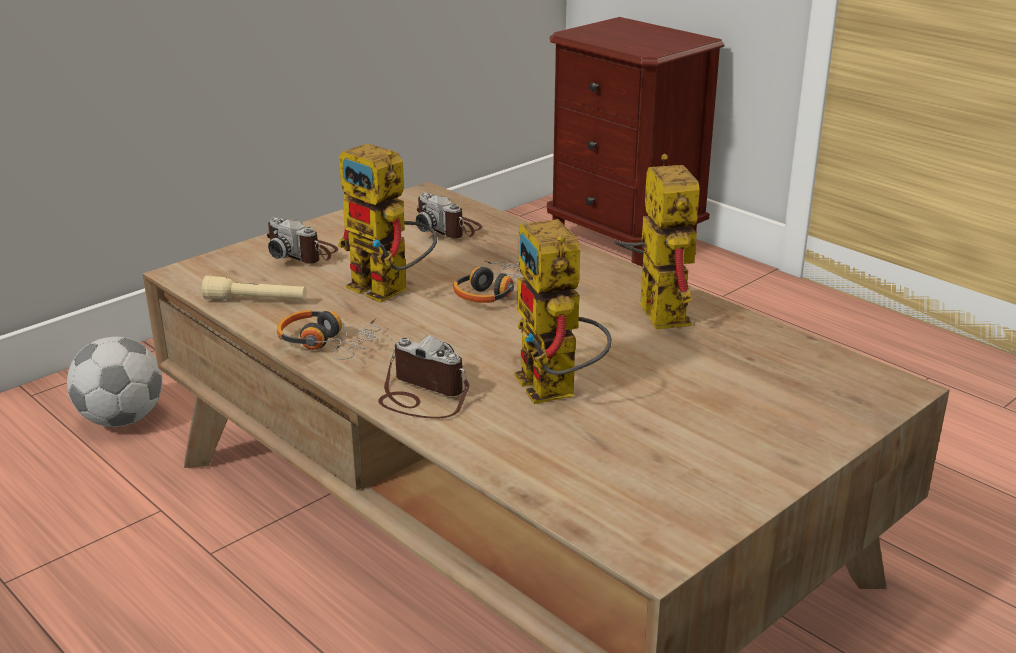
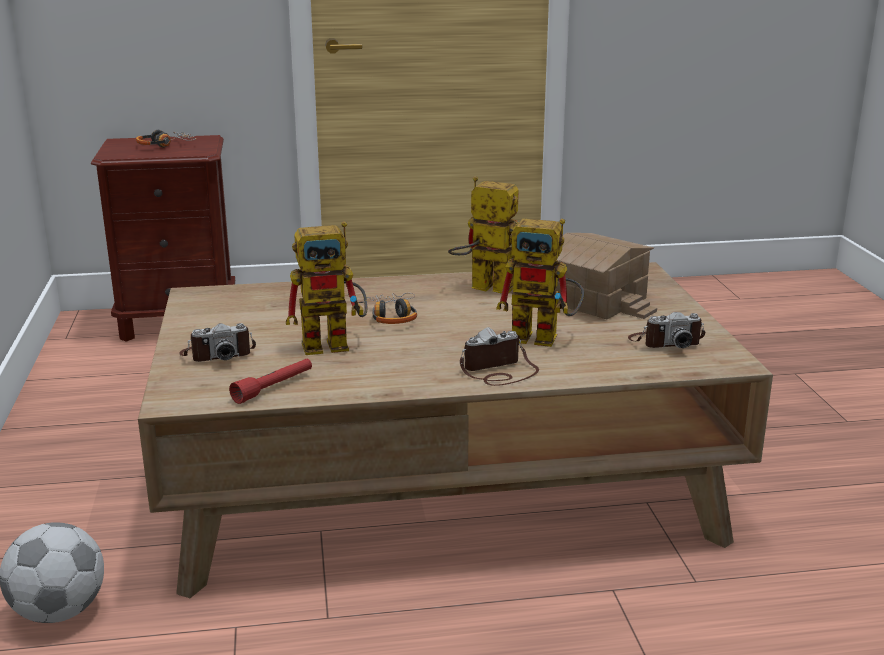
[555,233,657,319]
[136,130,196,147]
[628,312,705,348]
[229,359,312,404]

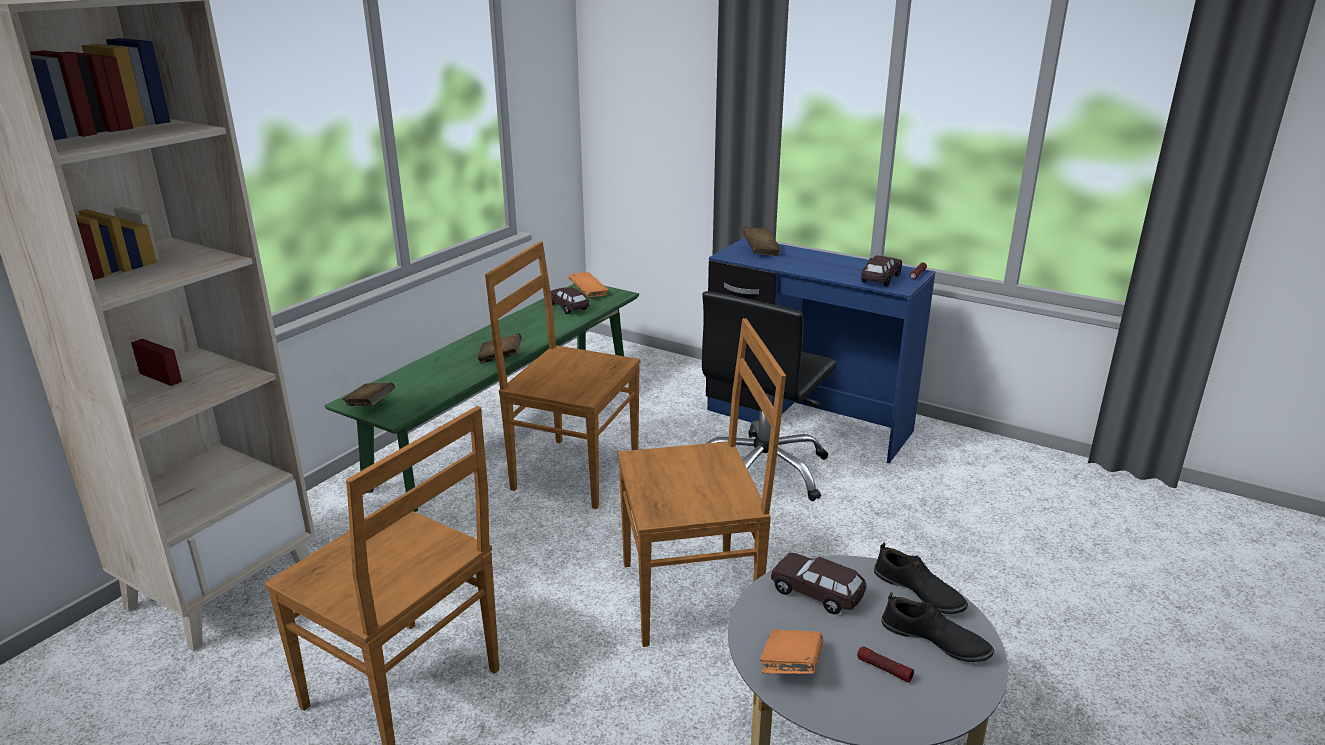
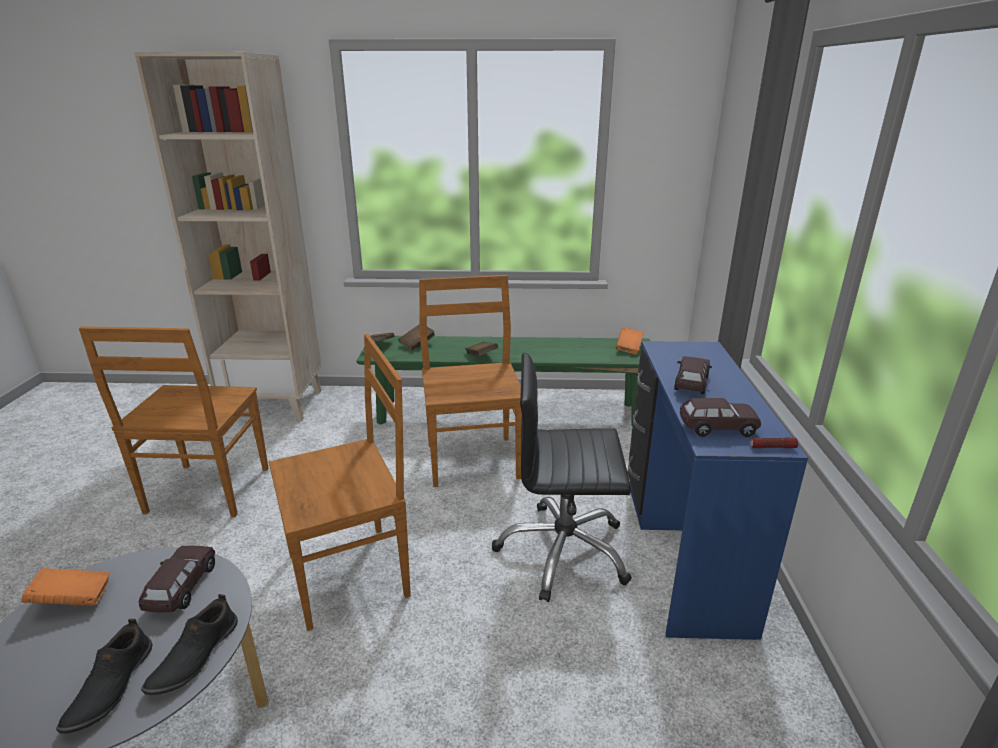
[857,646,914,683] (first image)
[674,356,712,394]
[398,324,435,351]
[269,334,411,631]

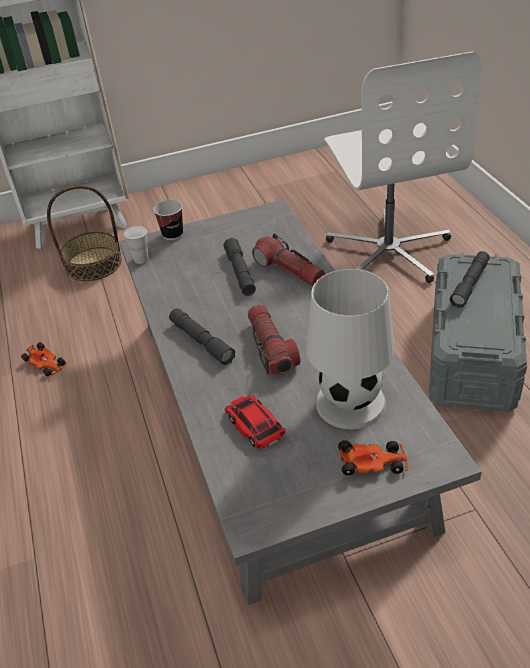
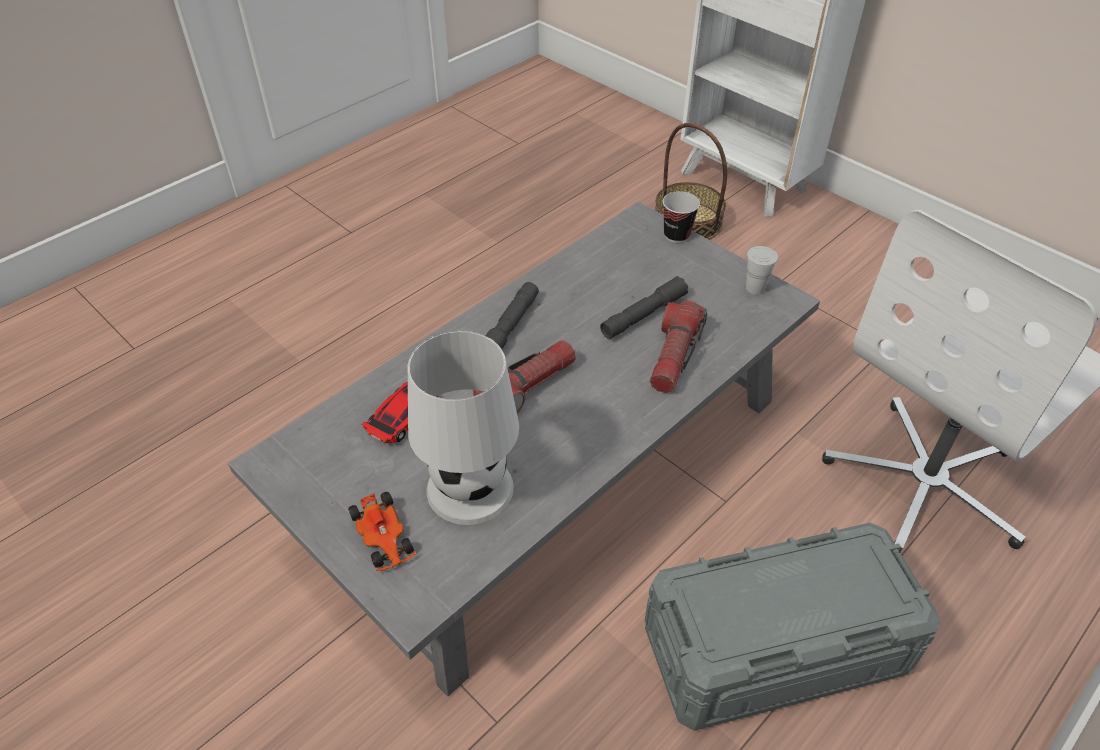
[21,342,67,377] (first image)
[450,251,490,308] (first image)
[746,246,778,295]

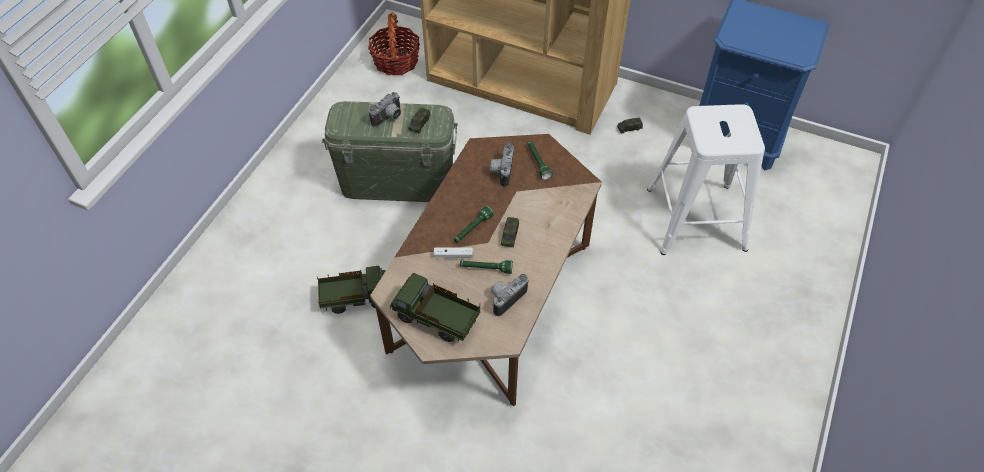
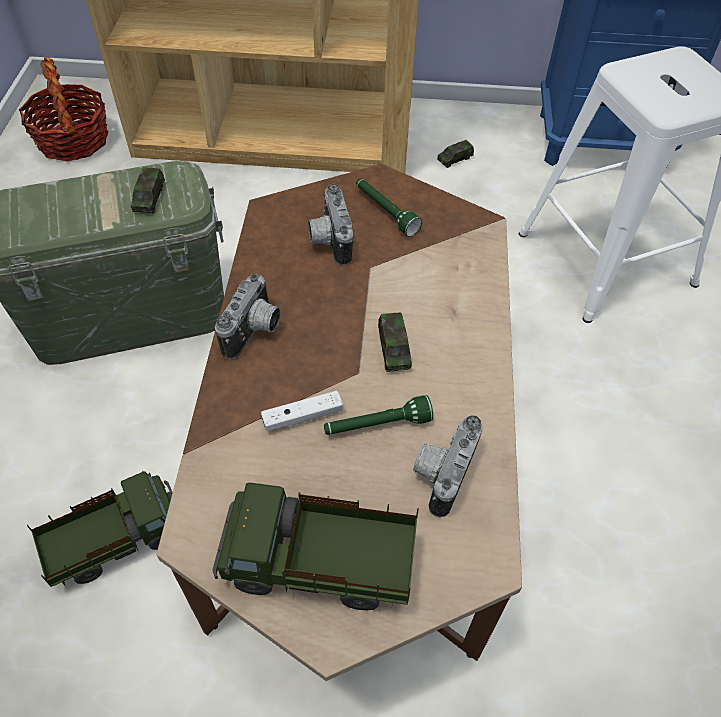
[454,206,494,243] (first image)
[215,274,281,360]

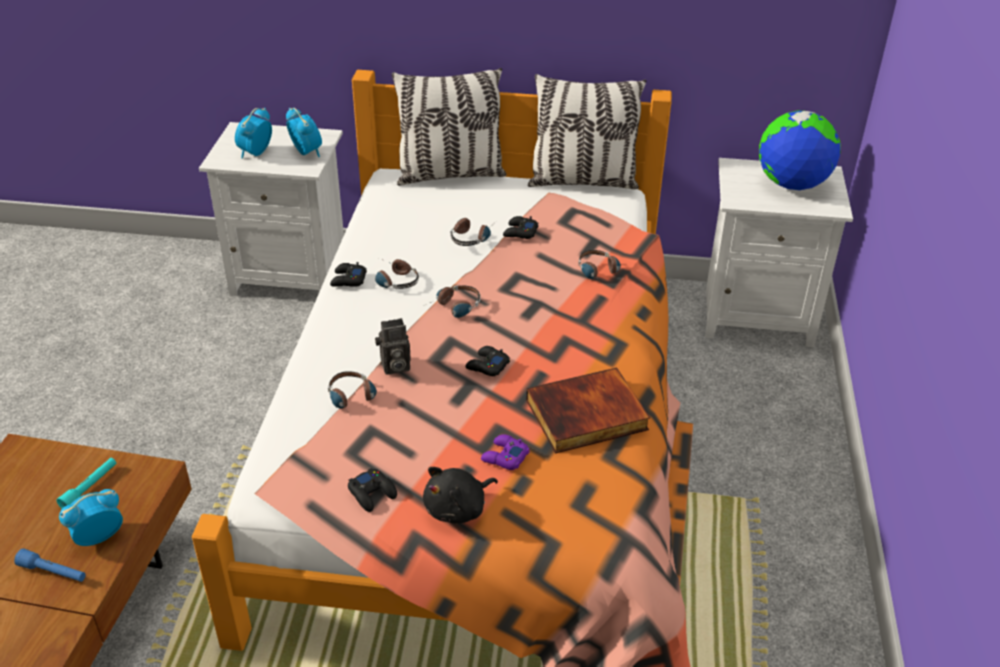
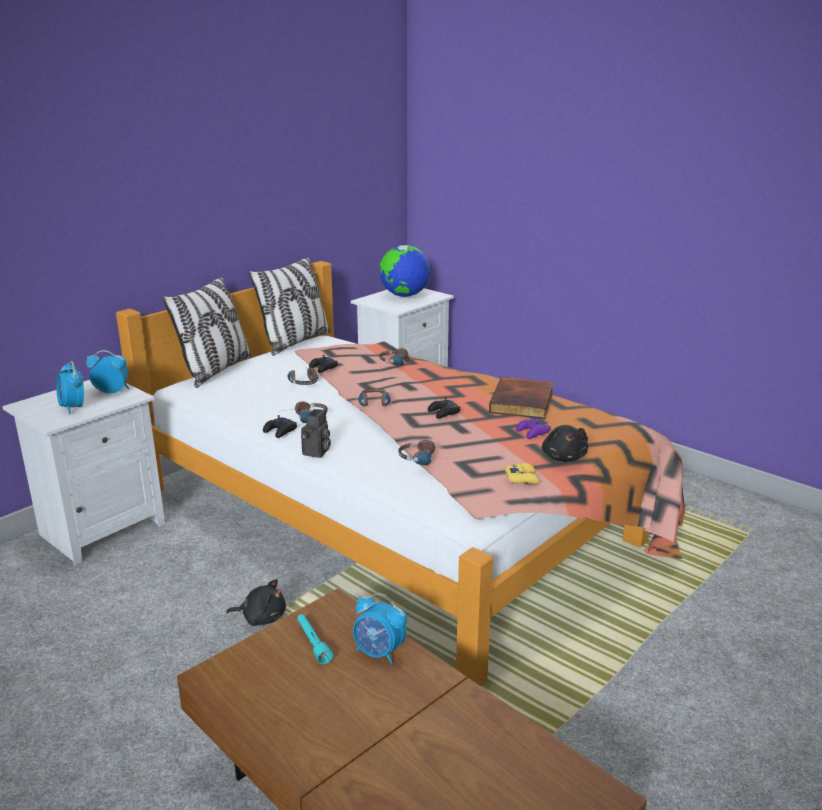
[14,549,86,582] (first image)
[226,579,286,626]
[301,409,331,458]
[505,463,540,484]
[353,593,407,664]

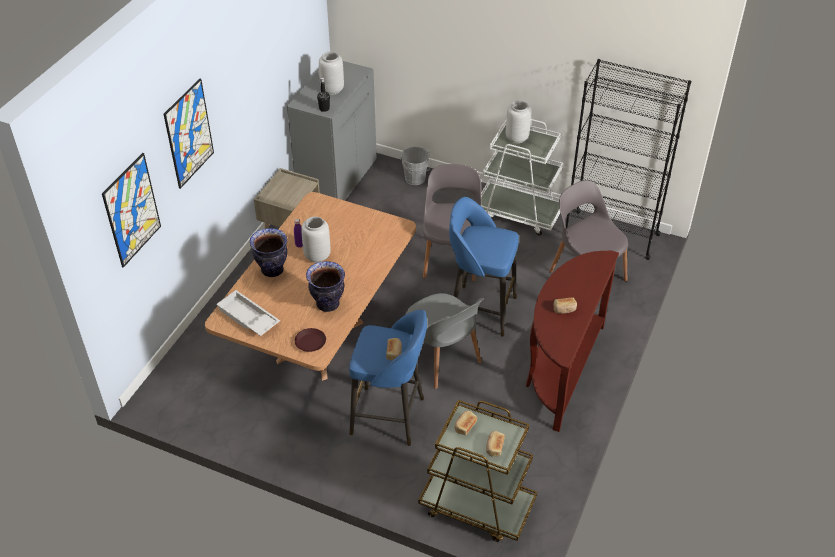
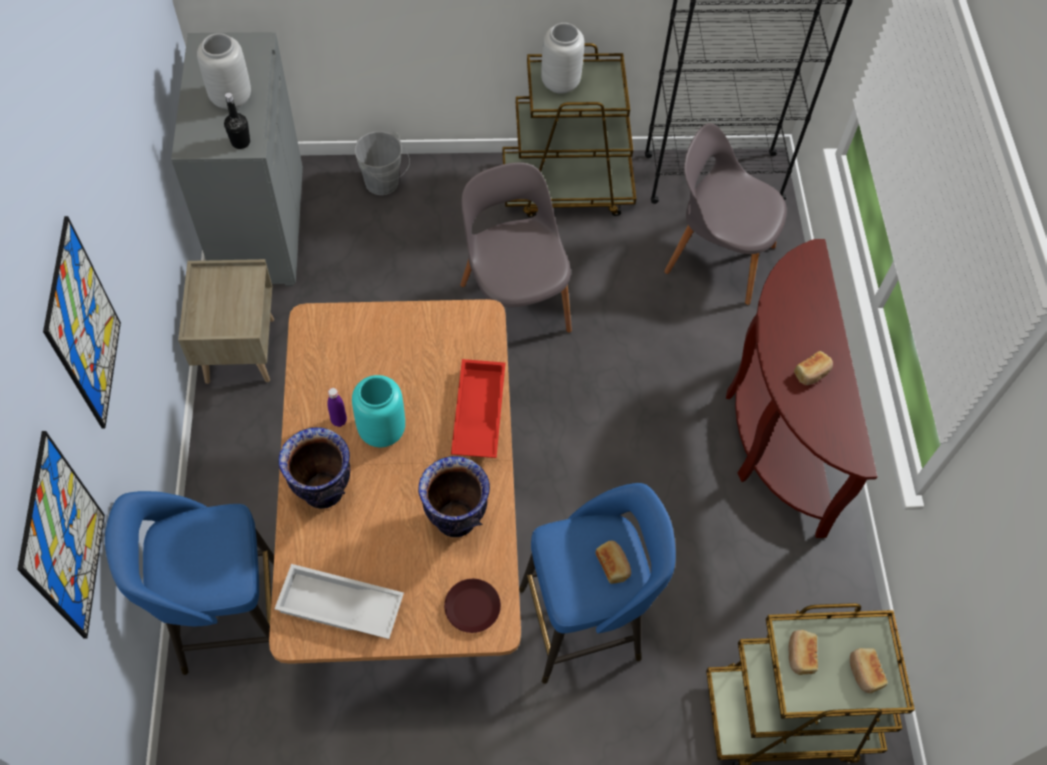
[405,293,484,389] (first image)
[451,359,505,458]
[105,491,274,675]
[352,375,405,447]
[502,43,636,218]

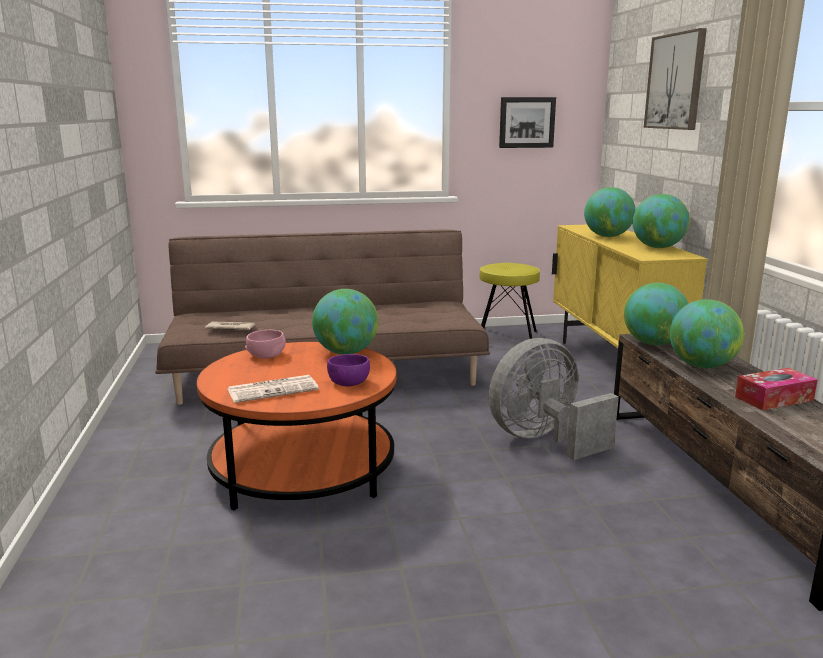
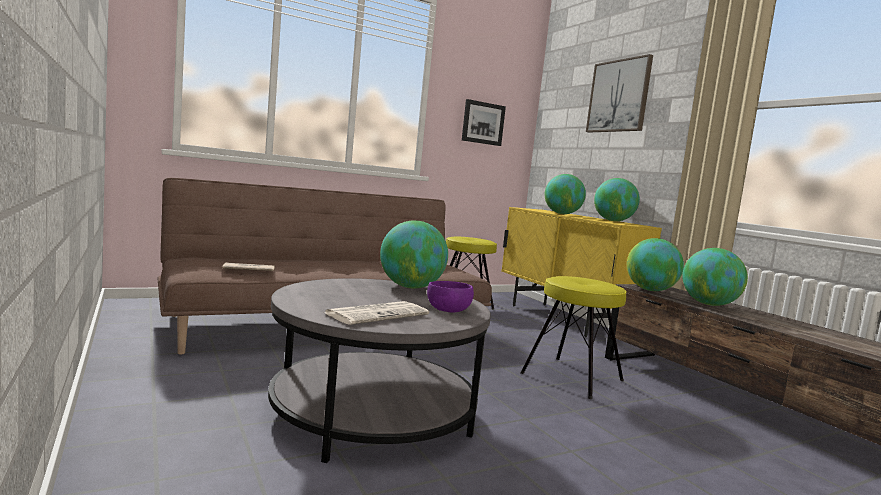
[245,330,286,359] (first image)
[735,368,818,410] (first image)
[520,276,627,399]
[268,278,491,463]

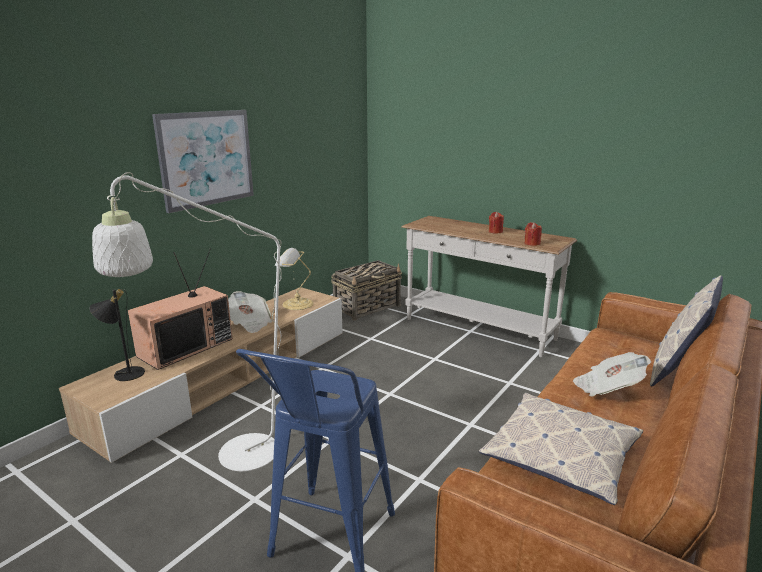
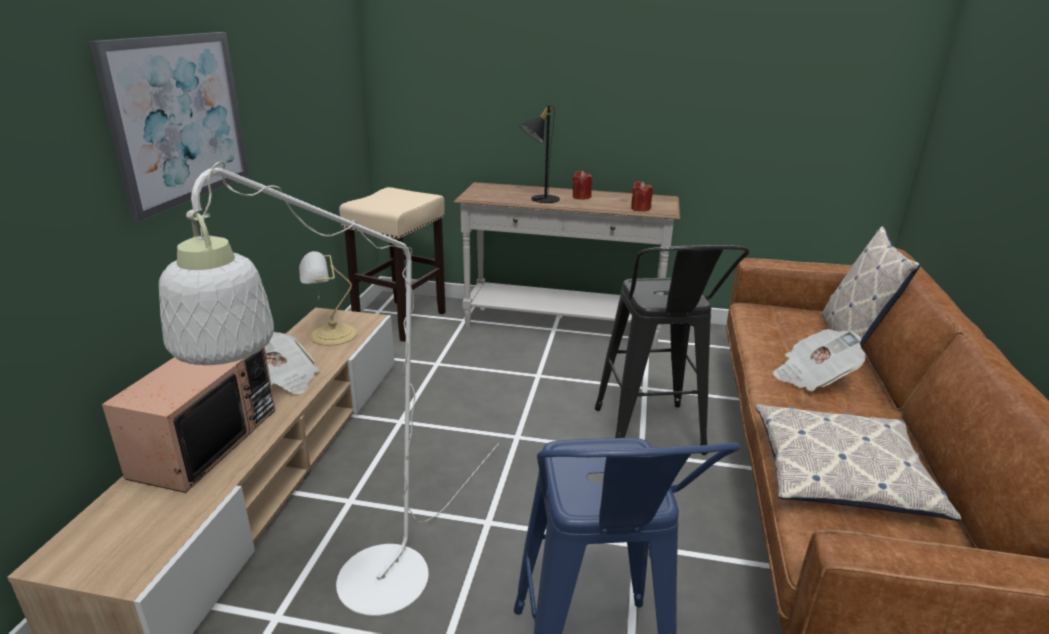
[595,245,750,455]
[520,105,560,203]
[339,187,446,342]

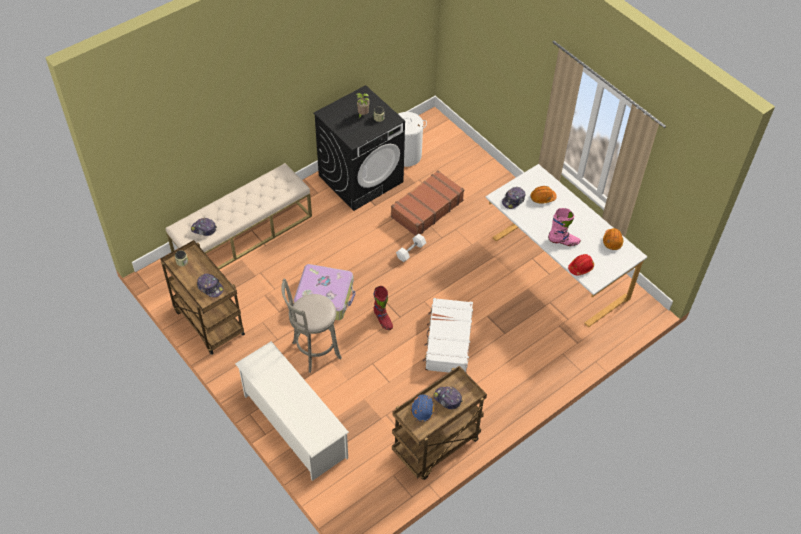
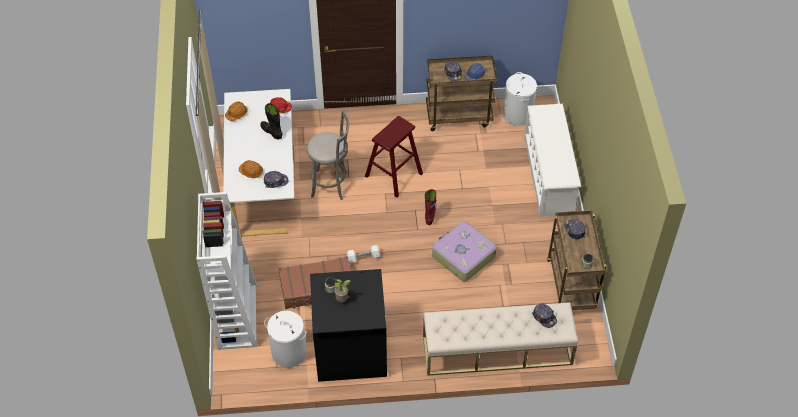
[196,192,258,350]
[503,72,537,126]
[307,110,350,200]
[365,116,423,198]
[260,103,283,139]

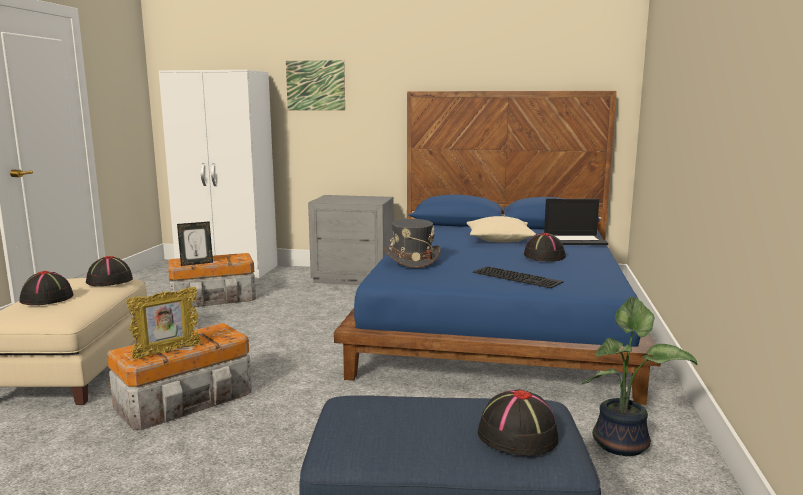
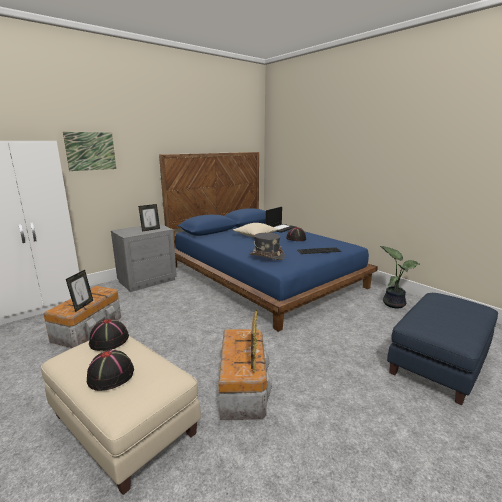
[478,389,559,456] (first image)
[138,204,160,232]

